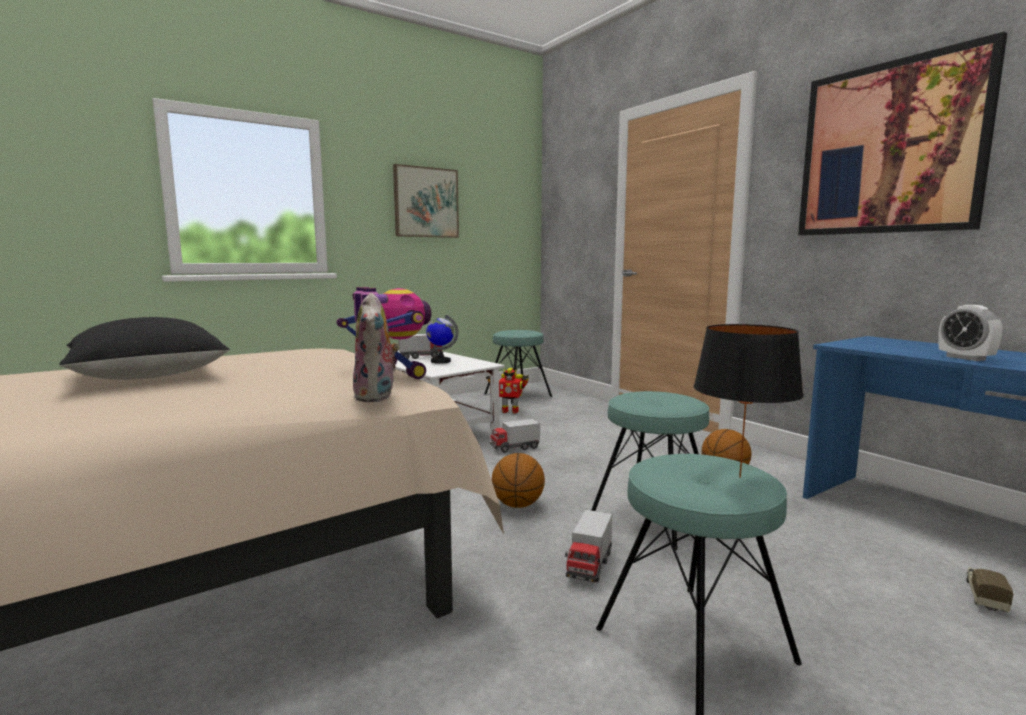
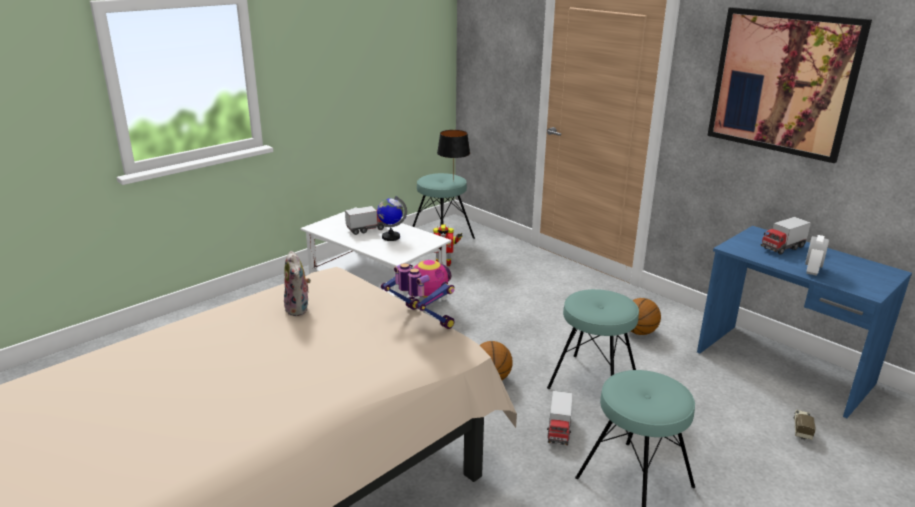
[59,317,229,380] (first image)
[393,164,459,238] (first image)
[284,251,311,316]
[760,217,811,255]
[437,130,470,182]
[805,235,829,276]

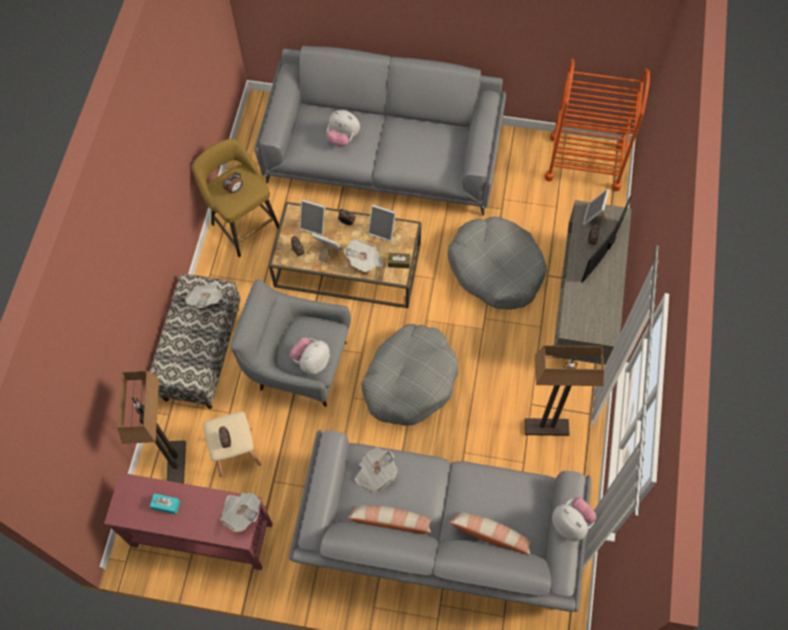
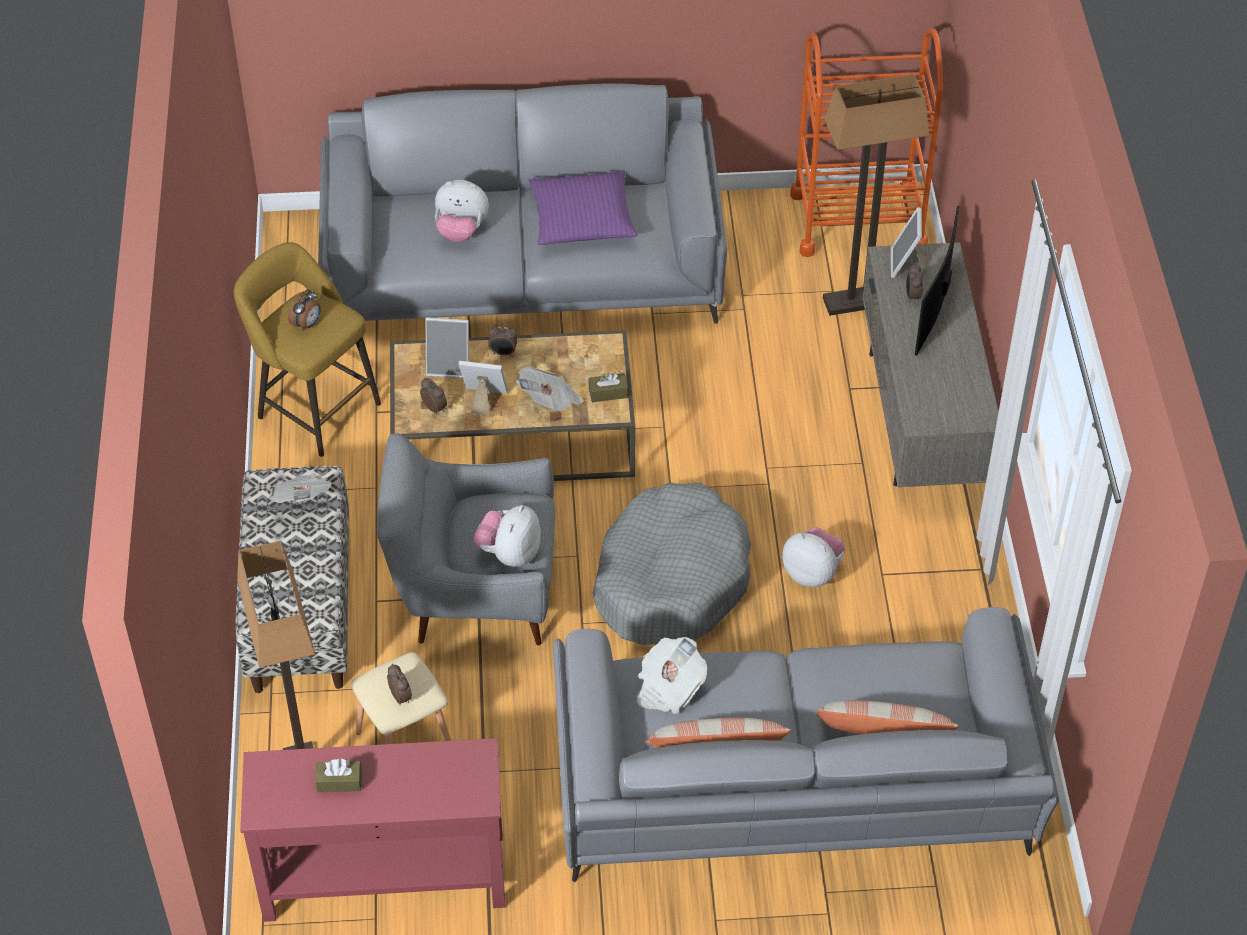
[220,492,260,532] (first image)
[368,204,396,242] (first image)
[448,217,547,310] (first image)
[529,170,638,245]
[823,74,929,316]
[782,527,845,587]
[315,759,362,792]

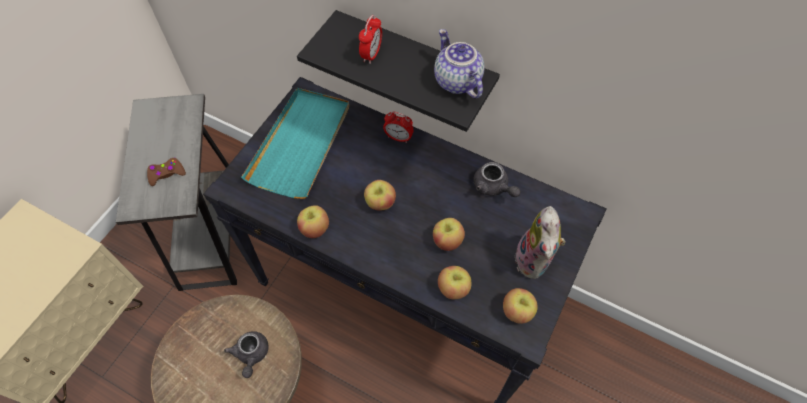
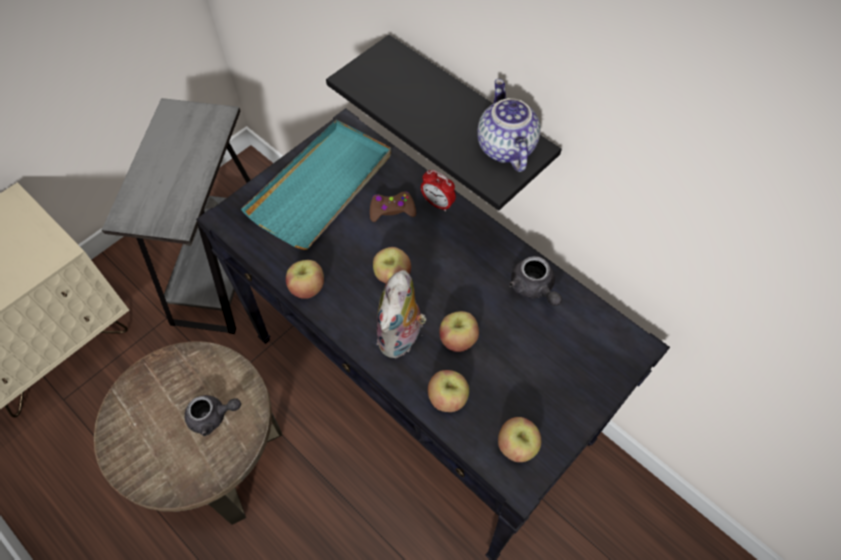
[359,15,382,64] (first image)
[370,191,416,222]
[377,270,426,358]
[185,395,241,436]

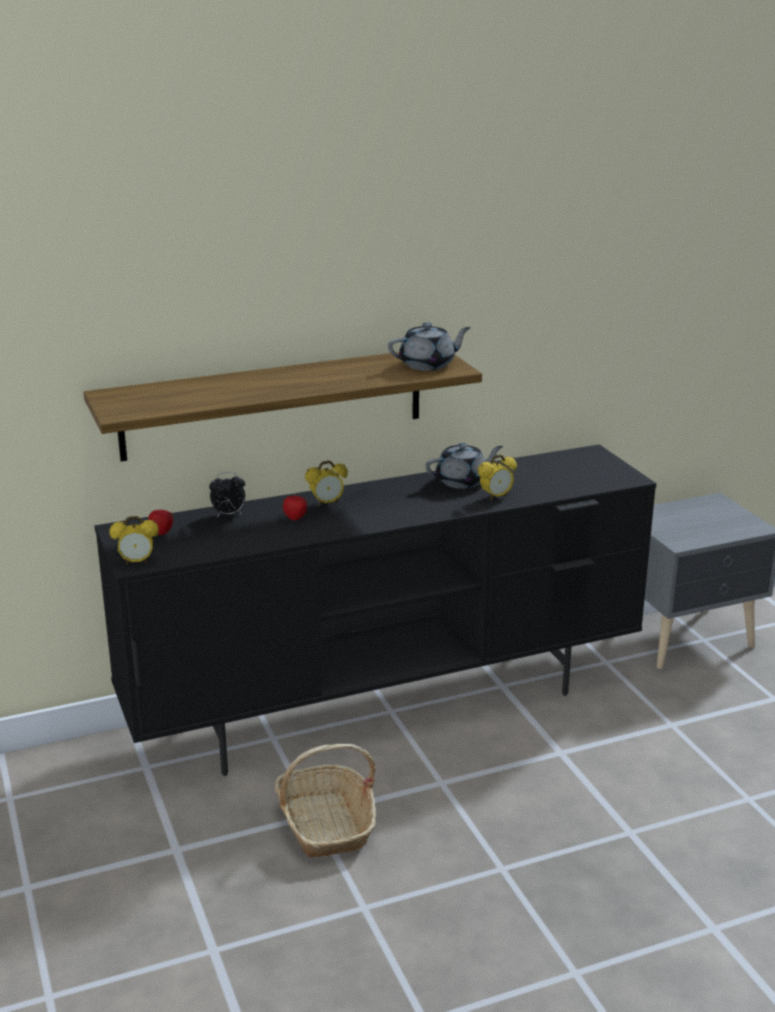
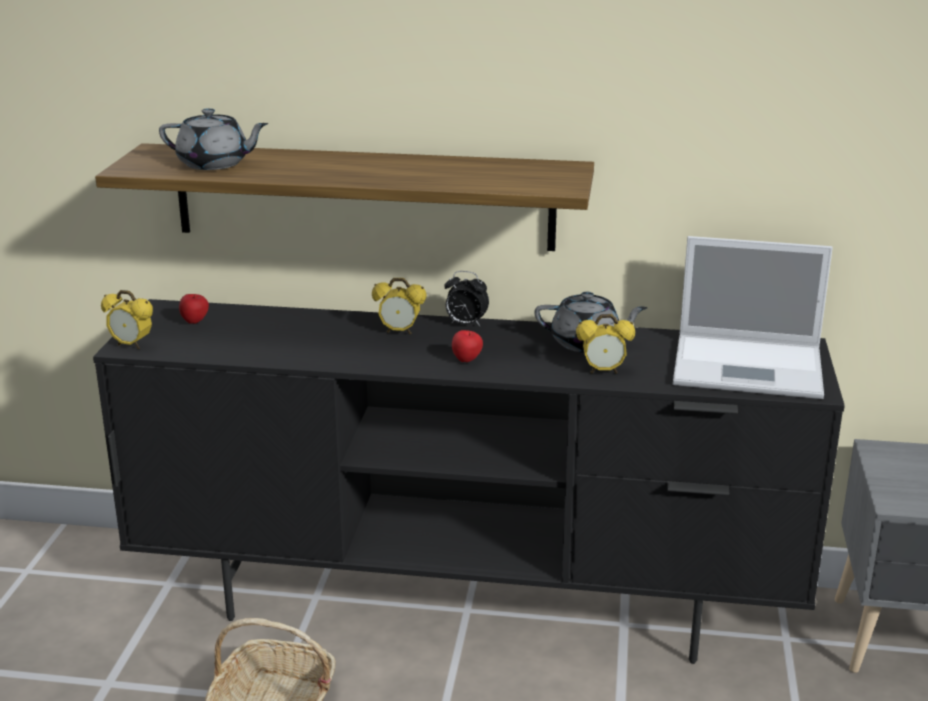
[673,236,833,399]
[444,271,489,326]
[452,330,483,362]
[159,108,268,170]

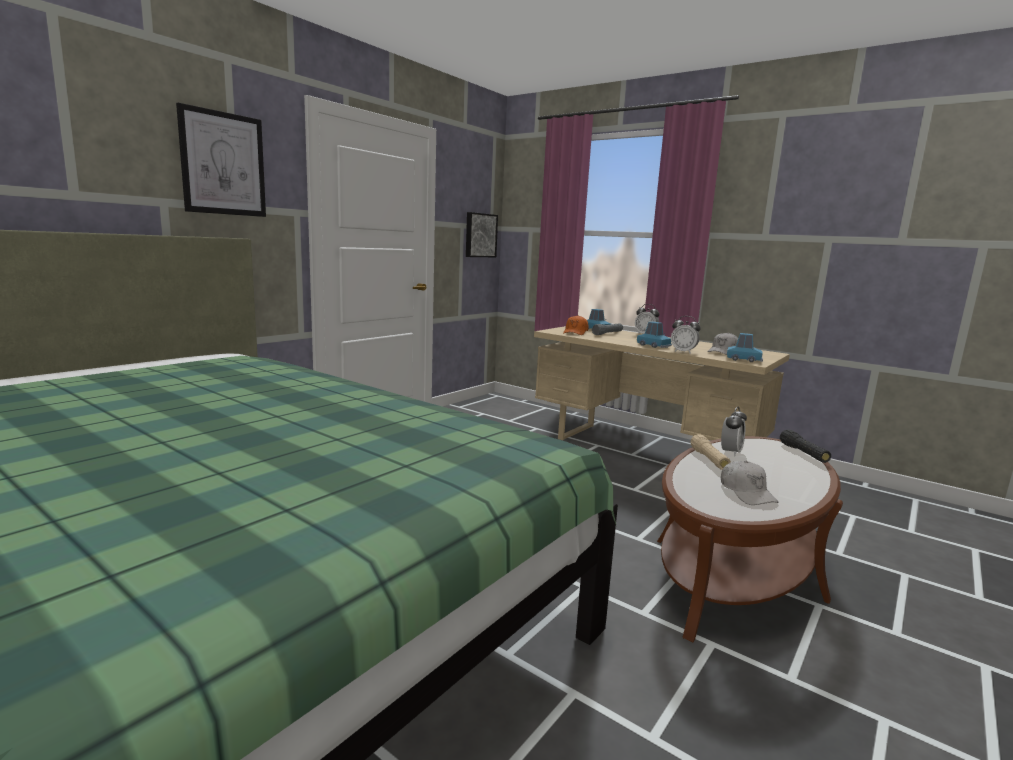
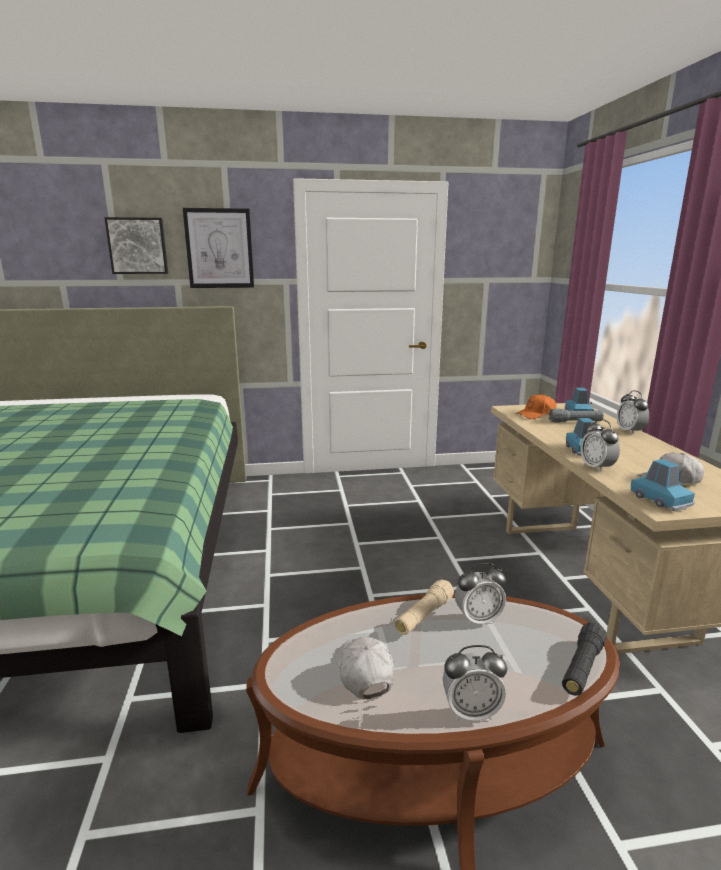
[443,645,507,721]
[104,217,168,274]
[336,637,394,699]

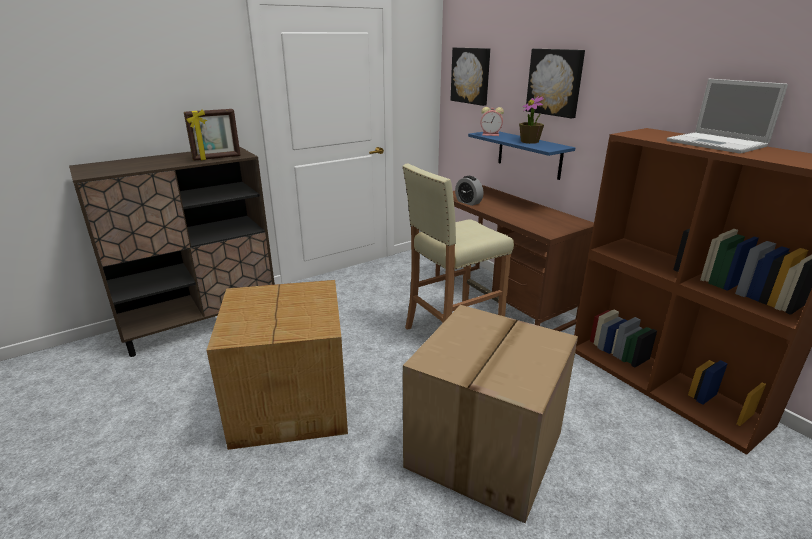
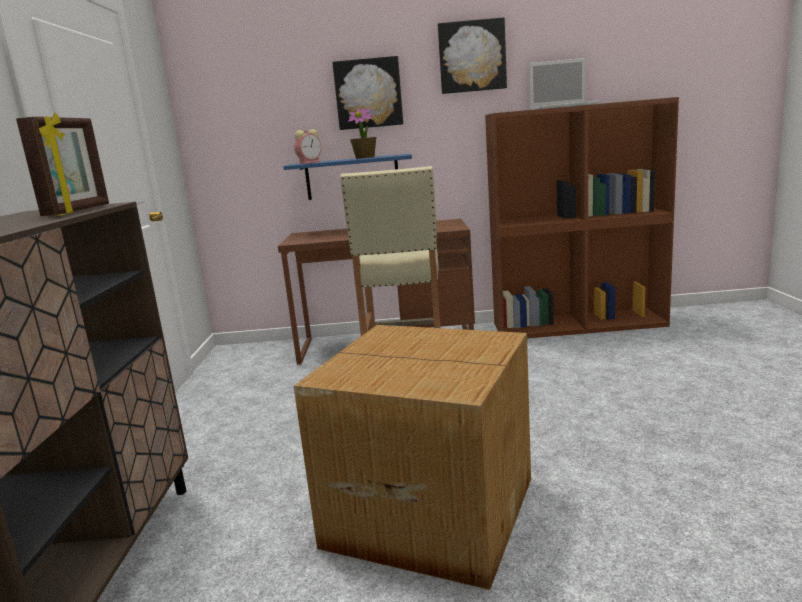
[403,305,578,523] (first image)
[455,176,483,206] (first image)
[438,17,507,94]

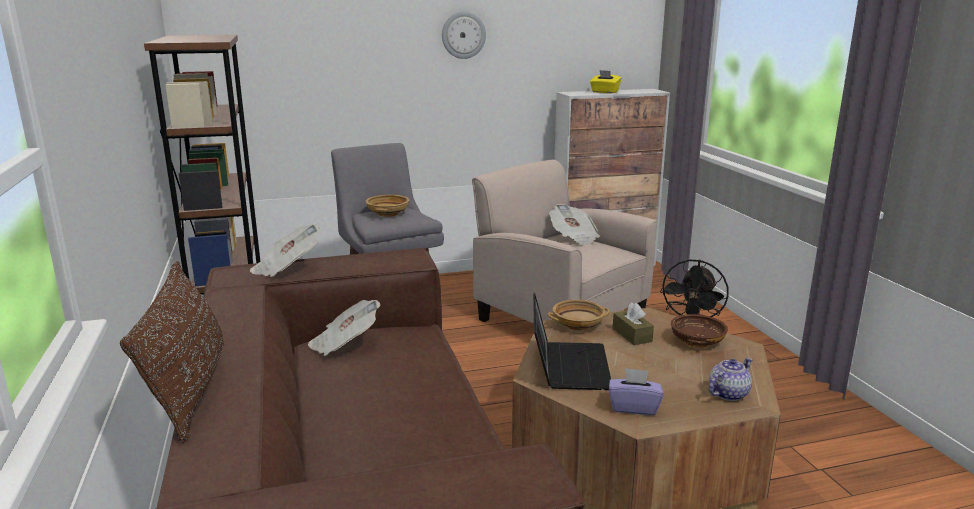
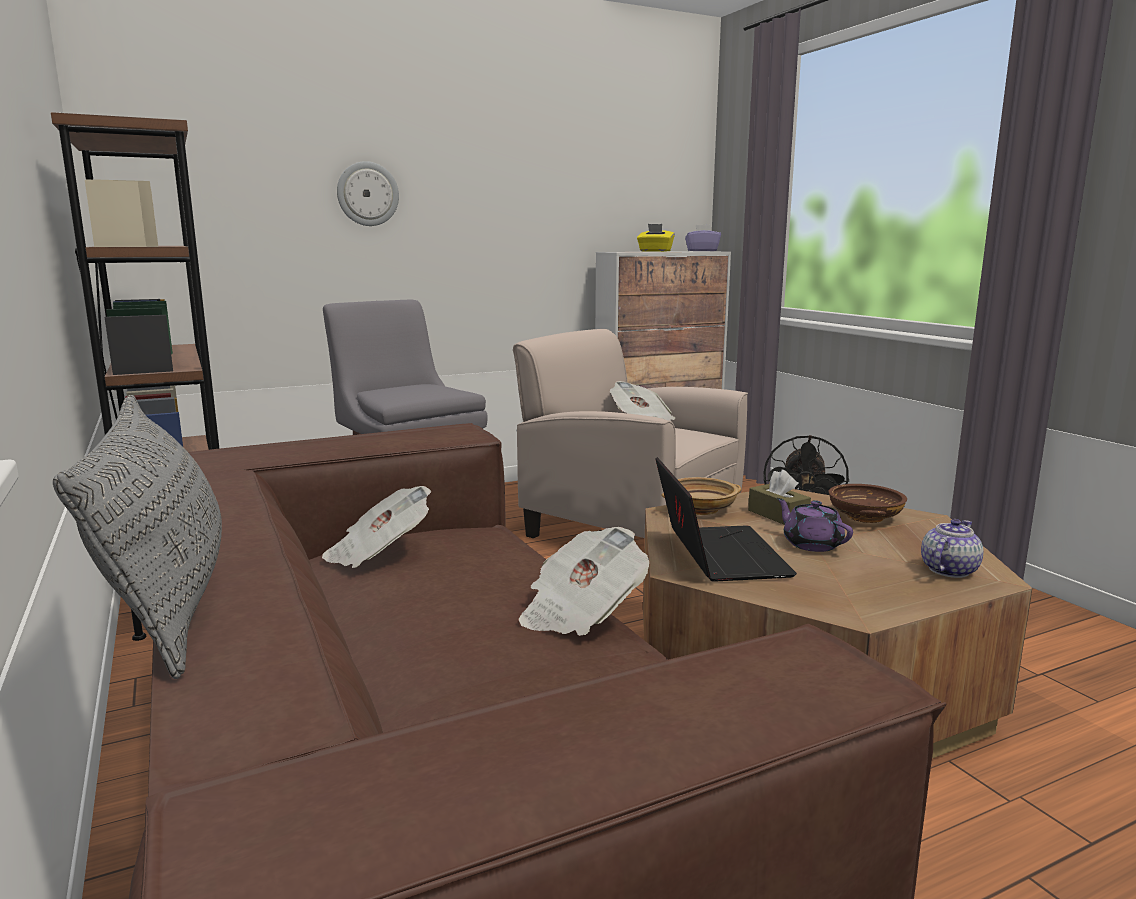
[365,195,409,217] (first image)
[777,498,853,552]
[519,527,649,636]
[337,161,399,226]
[685,225,721,251]
[53,395,222,679]

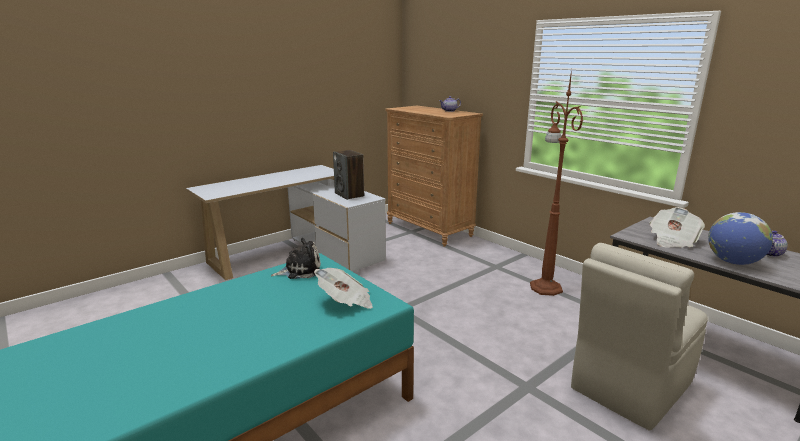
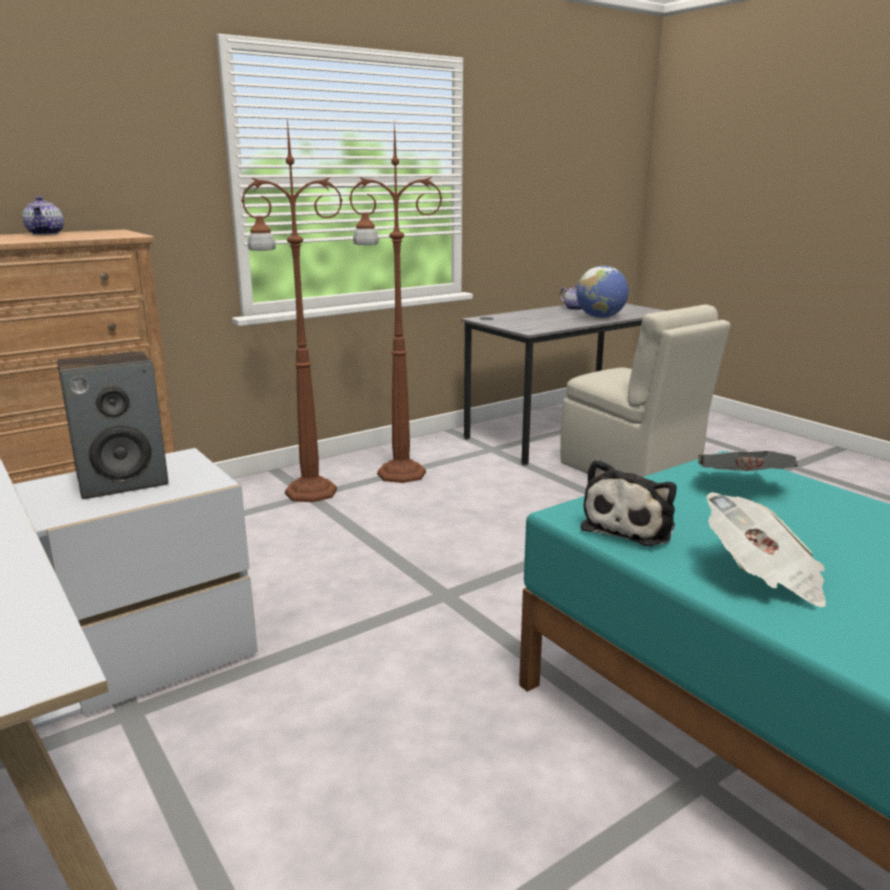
[241,118,343,502]
[706,492,826,607]
[580,459,676,546]

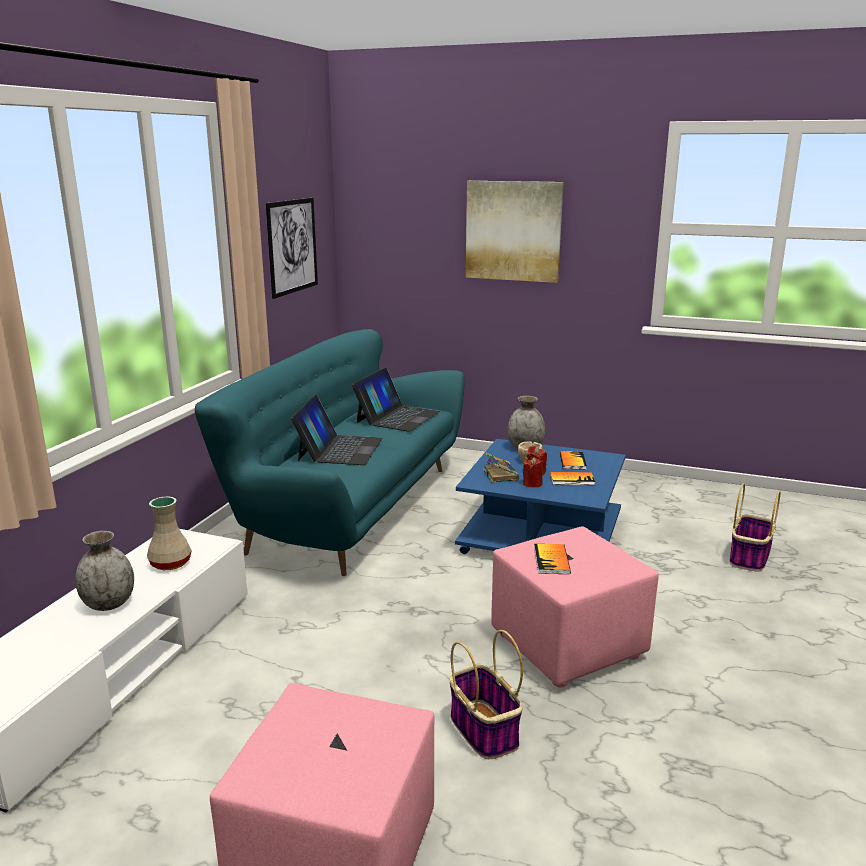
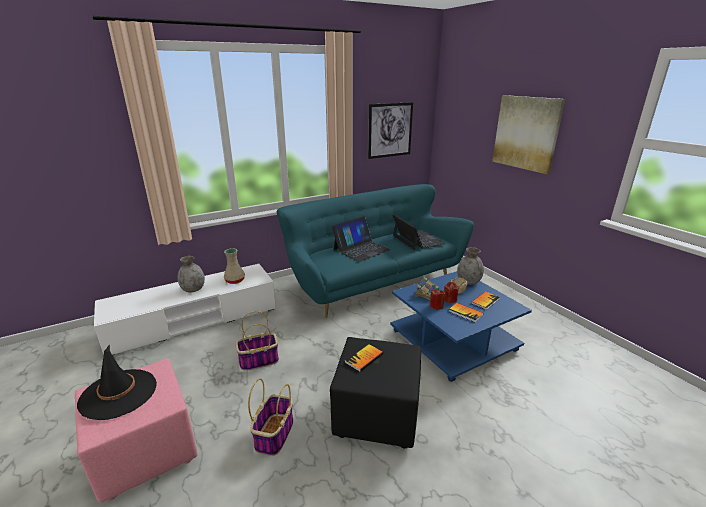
[77,344,157,420]
[235,311,279,371]
[330,337,421,448]
[392,214,446,250]

